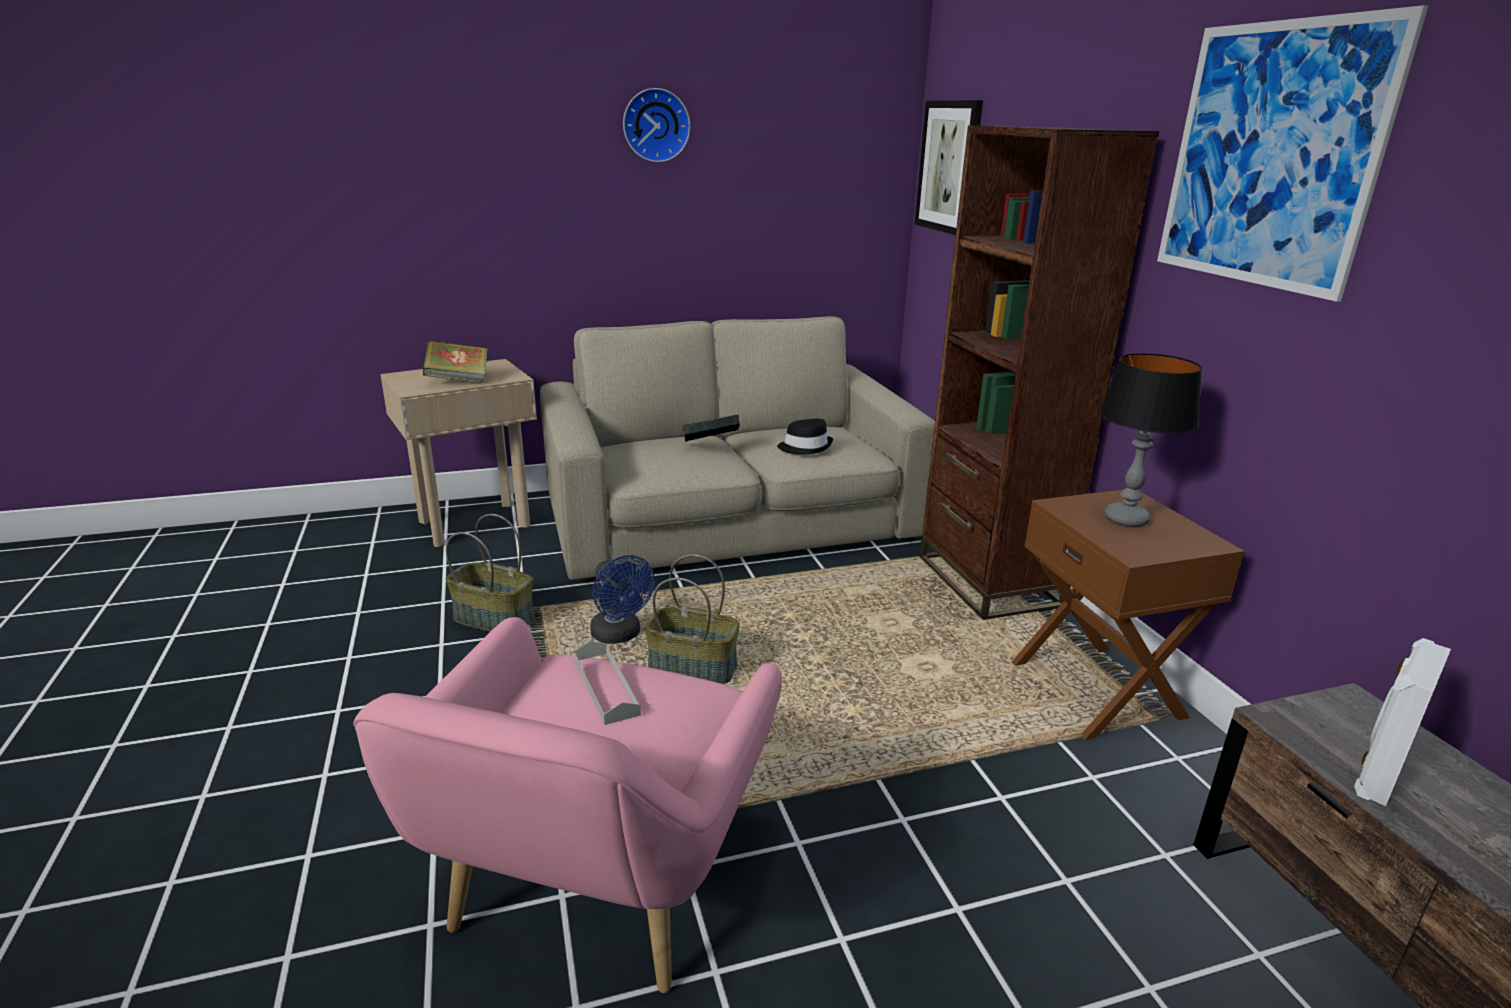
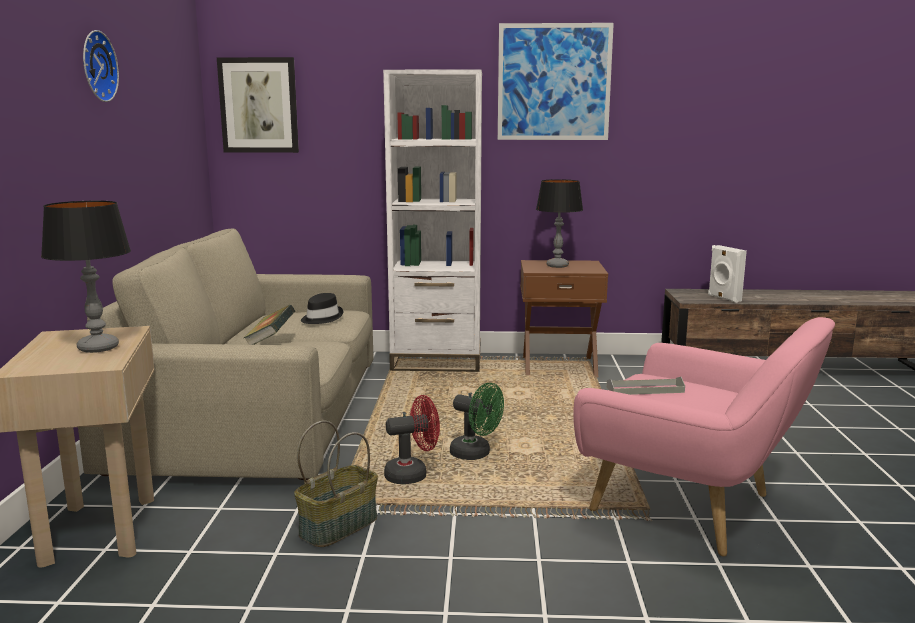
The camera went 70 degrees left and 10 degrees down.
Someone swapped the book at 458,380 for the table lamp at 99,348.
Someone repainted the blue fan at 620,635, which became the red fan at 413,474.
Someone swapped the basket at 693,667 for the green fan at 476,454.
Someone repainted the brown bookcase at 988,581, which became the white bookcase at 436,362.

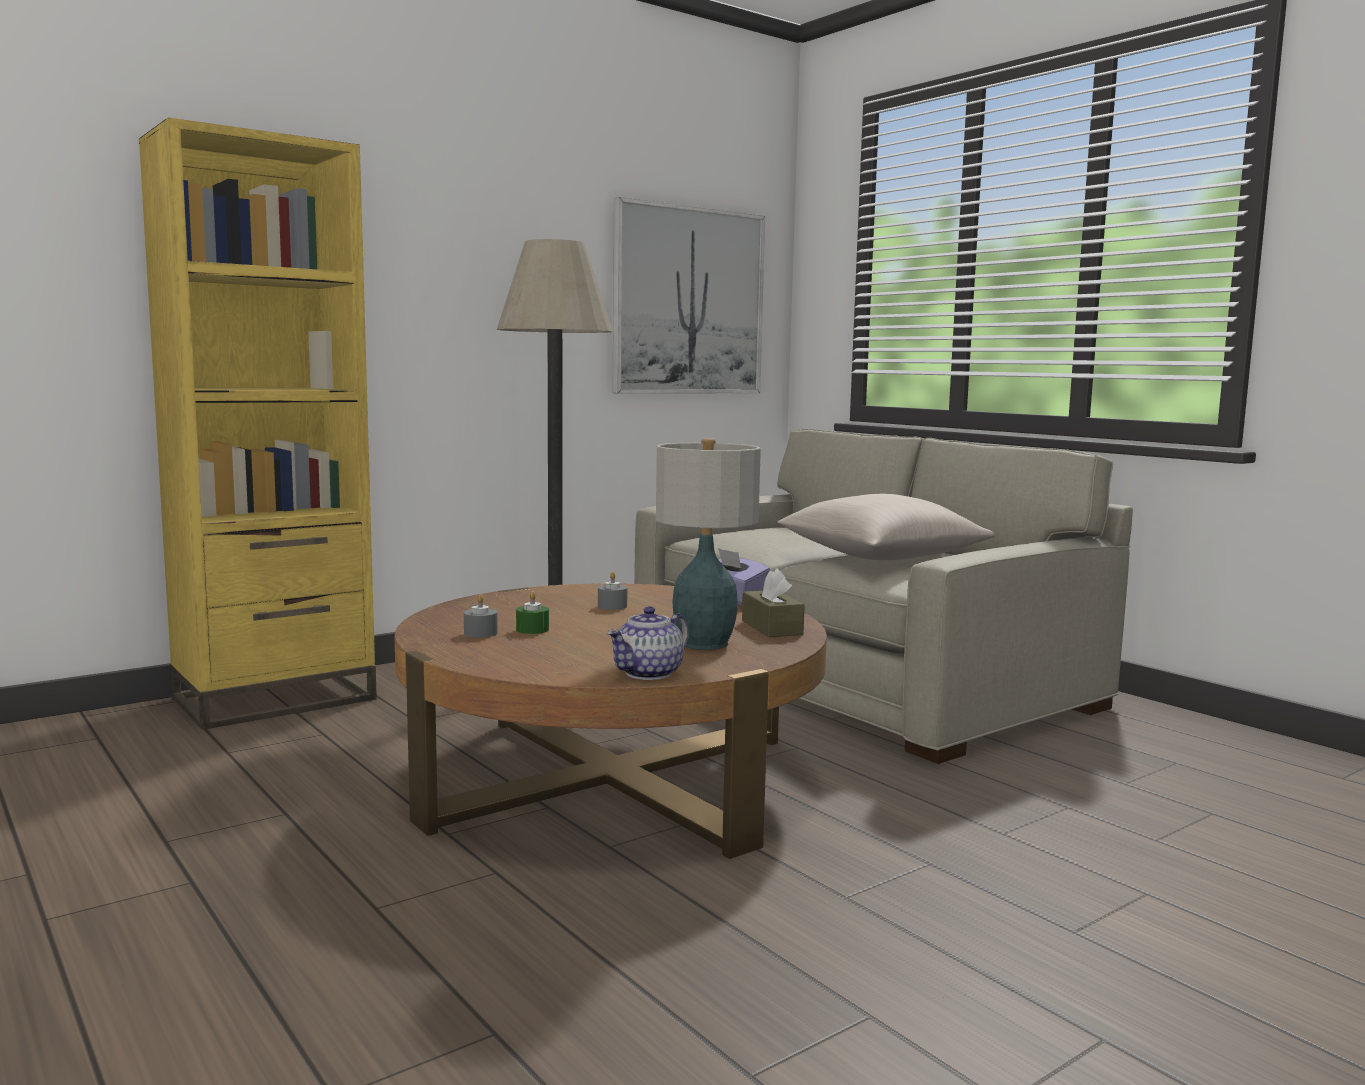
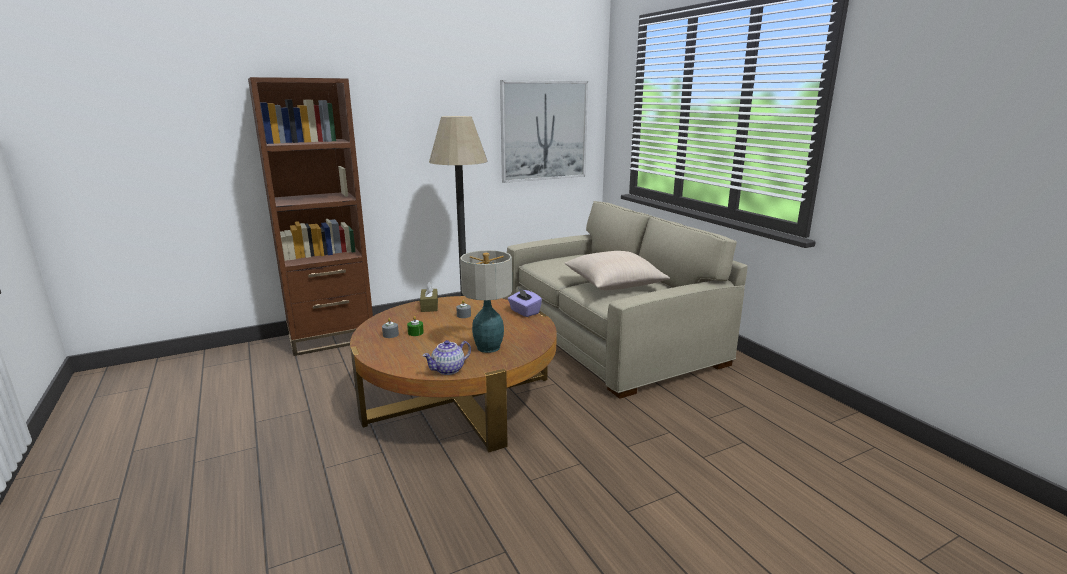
The camera went 10 degrees right and 10 degrees up.
Someone repainted the yellow bookcase at 275,698, which became the brown bookcase at 331,338.
Someone carried the brown tissue box from 771,627 to 429,306.

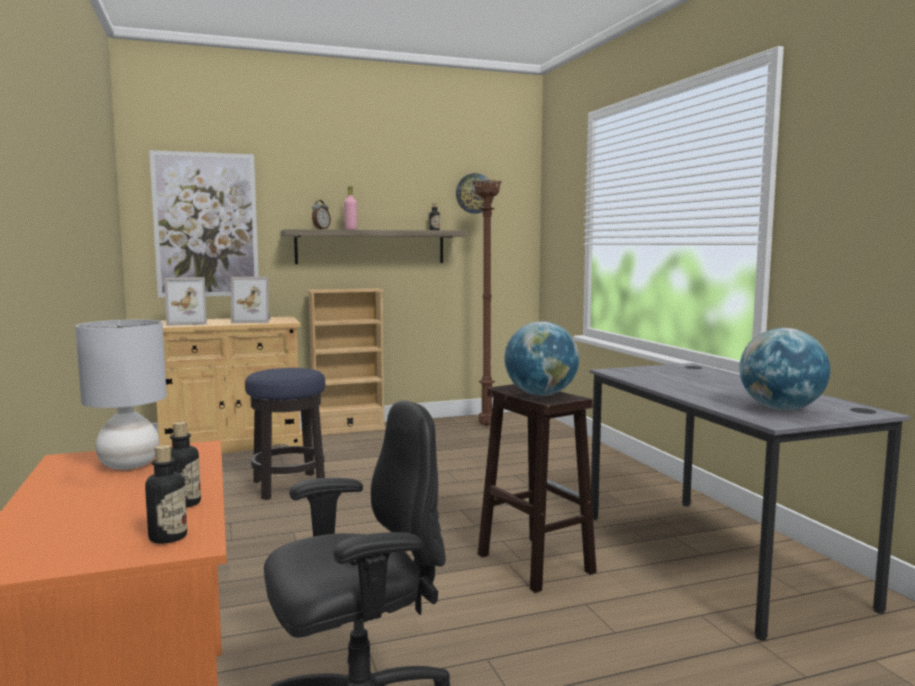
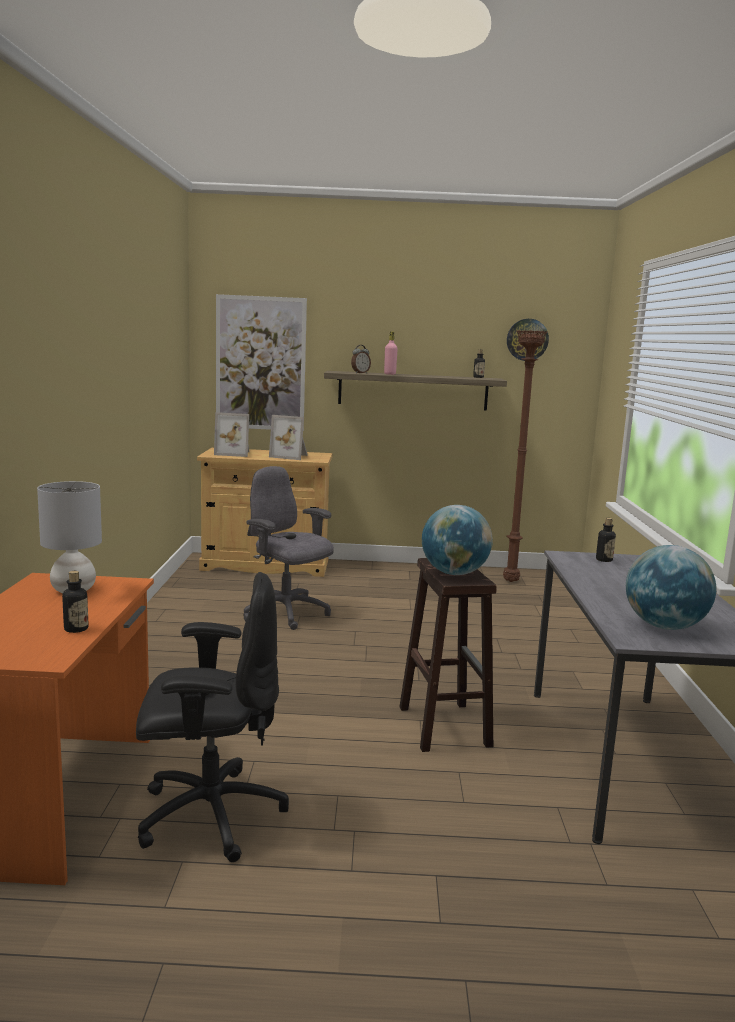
The camera went 20 degrees right and 5 degrees up.
Someone carried the bottle from 168,537 to 604,560.
Someone swapped the stool at 289,486 for the grey office chair at 286,614.
Someone took away the beige bookcase at 348,429.

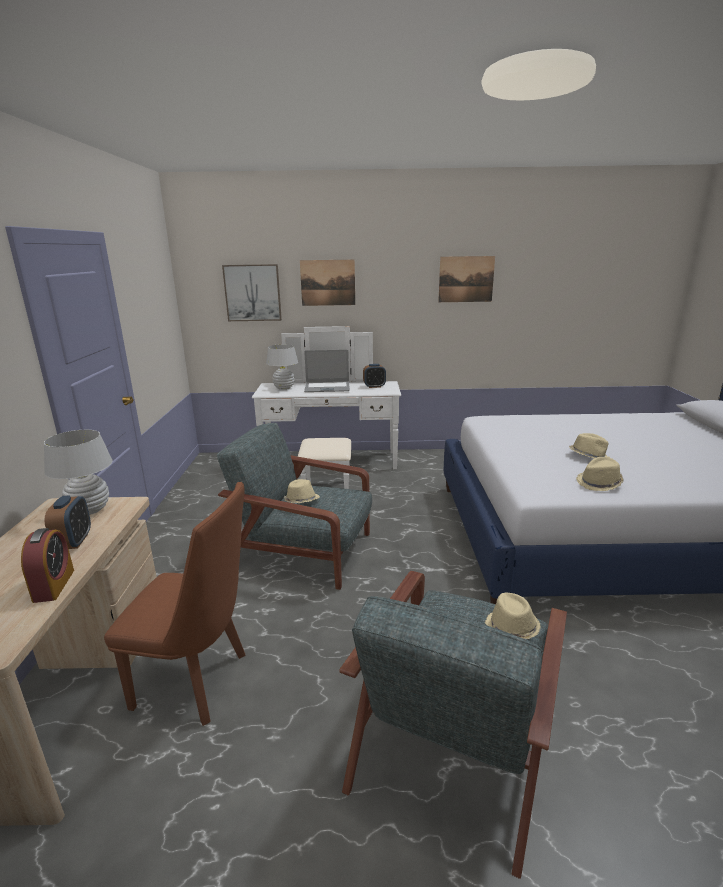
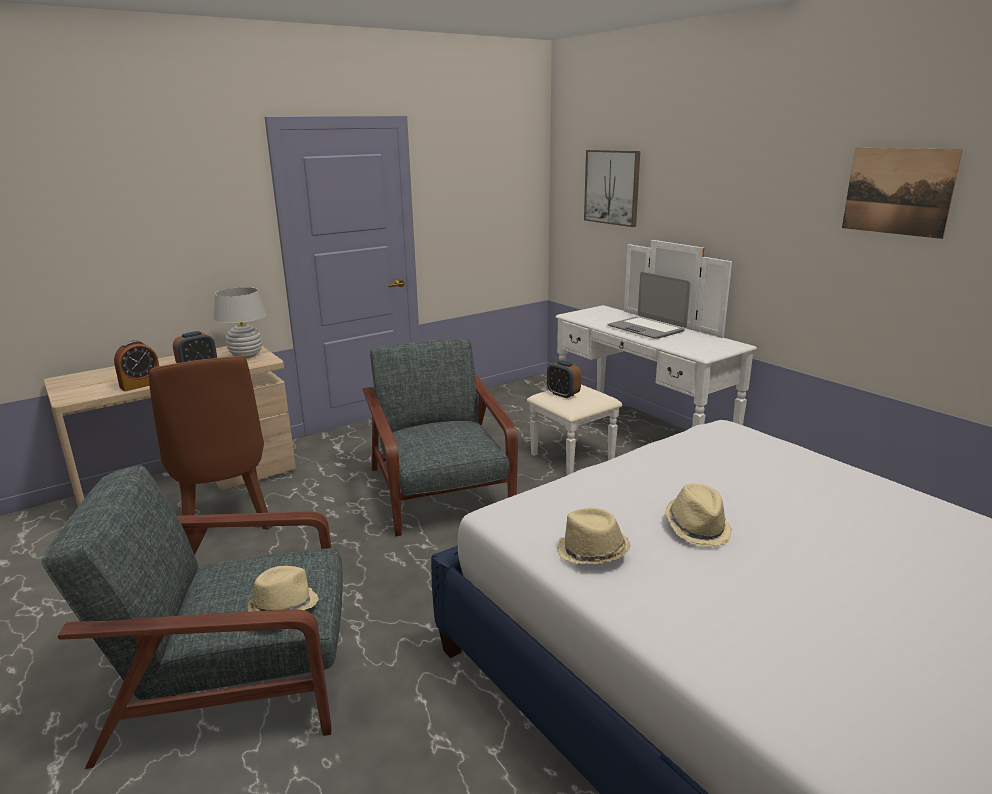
The camera went 55 degrees right and 0 degrees up.
Someone took away the white table lamp at 284,388.
Someone took away the beige hat at 301,501.
Someone took away the picture at 328,282.
Someone carried the alarm clock from 374,386 to 563,394.

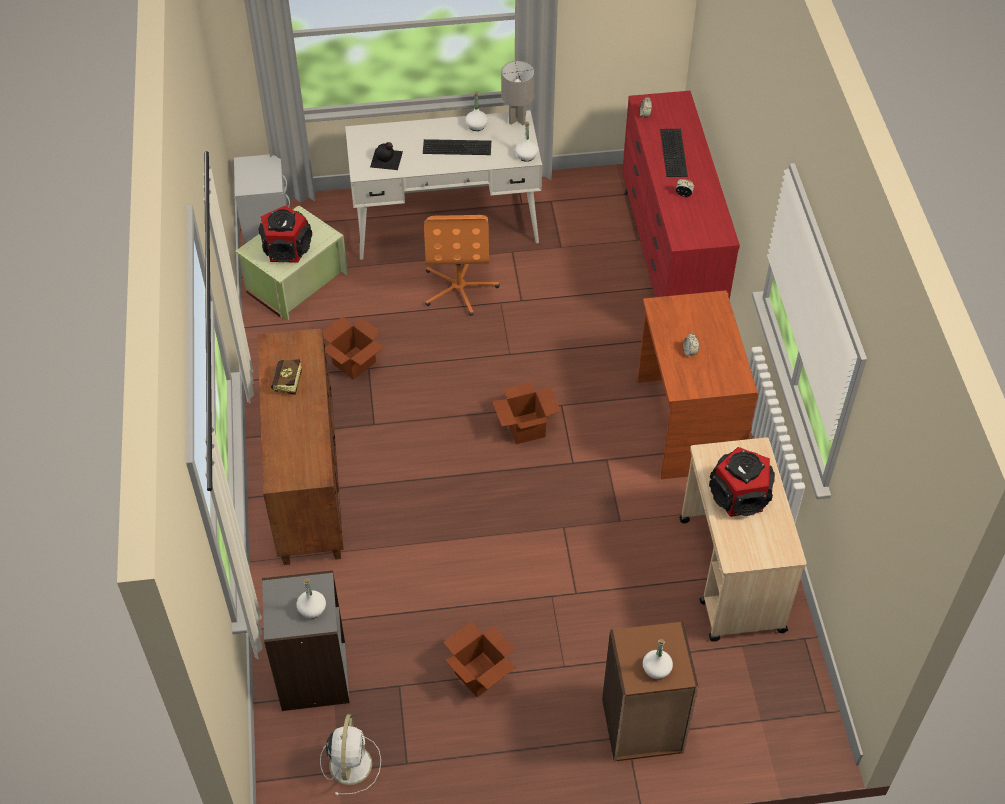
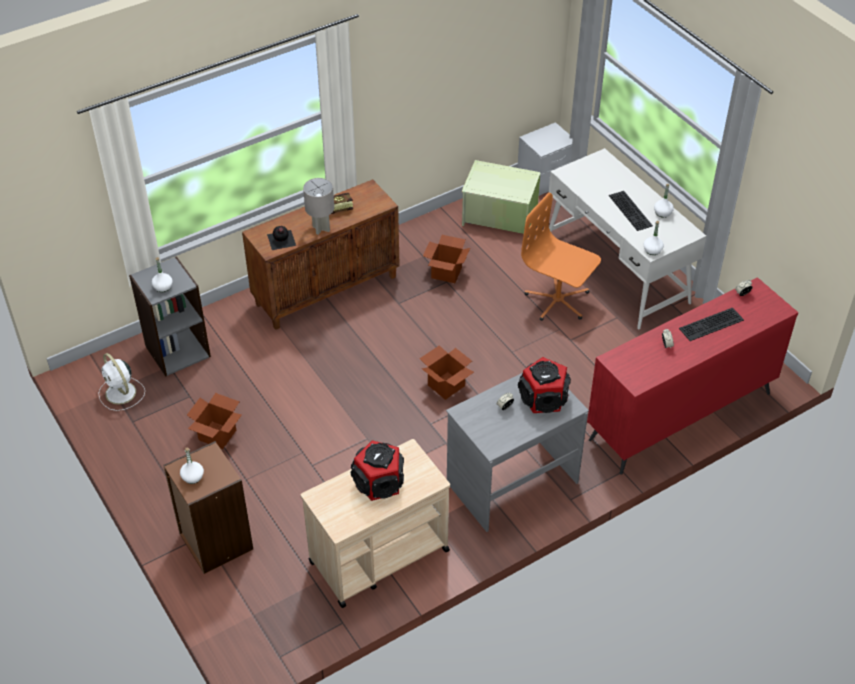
The camera went 65 degrees right and 5 degrees down.
Someone carried the speaker from 287,248 to 544,399.
Someone rotated the white fan at 350,762 by 75 degrees clockwise.
Someone carried the black bottle from 387,159 to 281,240.
Someone rotated the orange office chair at 459,287 by 60 degrees clockwise.
Someone carried the grey table lamp from 517,119 to 321,228.
Someone repainted the brown desk at 686,424, which became the grey desk at 511,481.

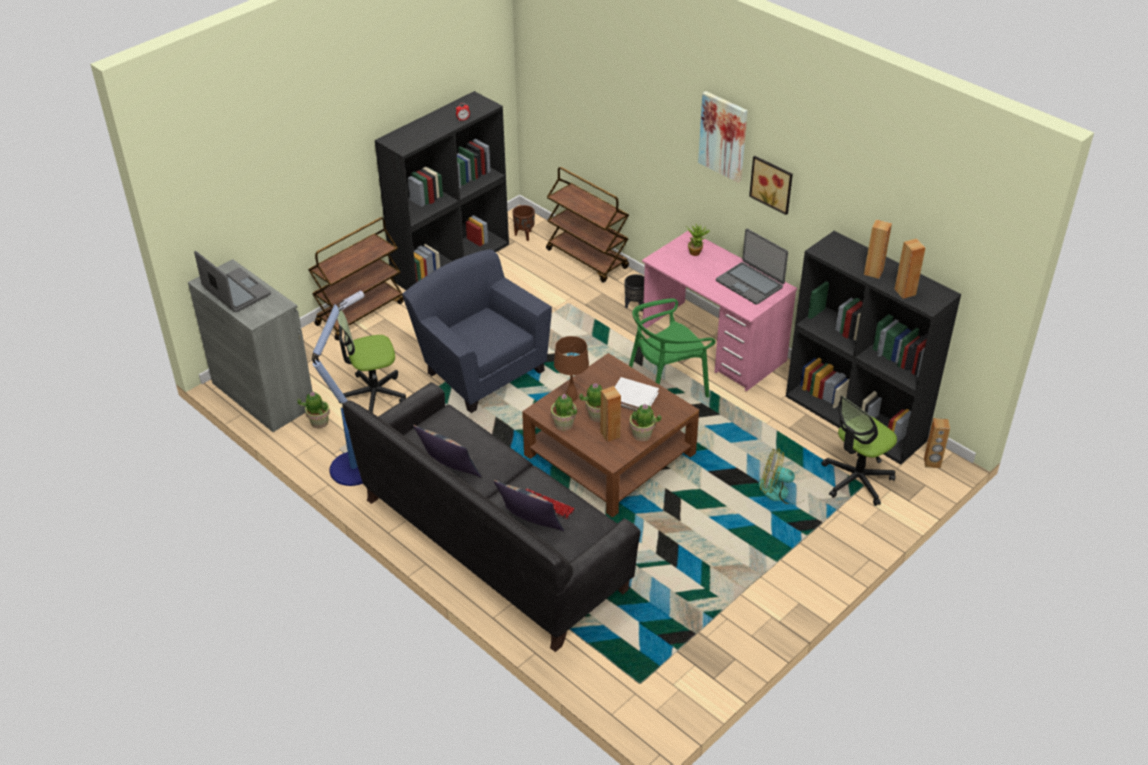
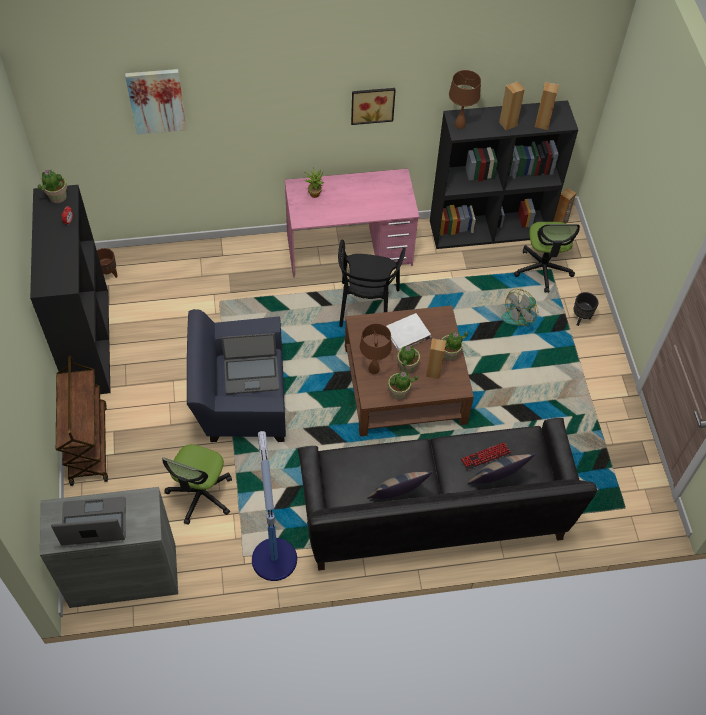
The camera went 55 degrees left and 15 degrees up.
Someone carried the potted plant from 319,422 to 57,196.
Someone took away the brown cart at 587,259.
Someone carried the black planter from 635,306 to 581,318.
Someone repainted the green chair at 666,387, which became the black chair at 366,306.
Someone carried the picture from 723,136 to 156,101.
Someone carried the laptop from 750,283 to 251,374.
Someone put down the brown table lamp at 459,125.

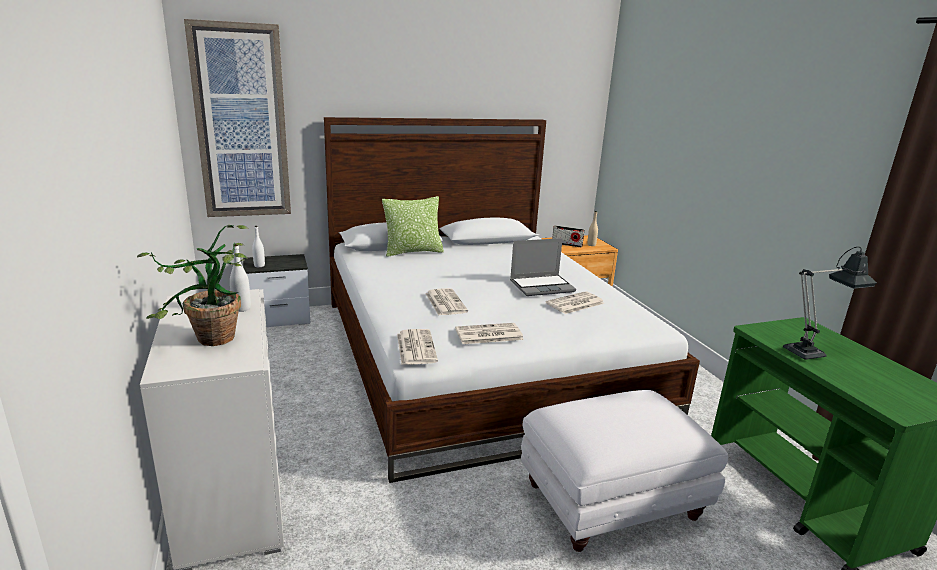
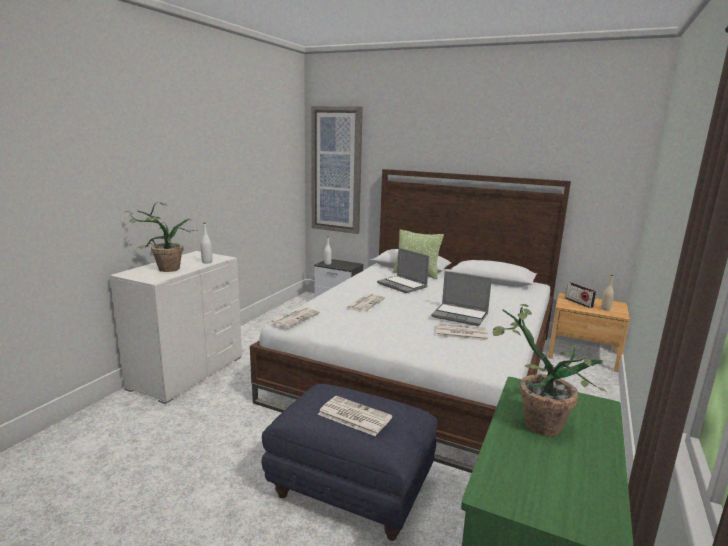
The camera went 45 degrees right and 5 degrees down.
Someone carried the newspaper from 488,334 to 353,416.
Someone repainted the white ottoman at 610,503, which became the blue ottoman at 349,489.
Someone swapped the table lamp at 810,352 for the potted plant at 534,420.
Someone put down the laptop at 403,285.

